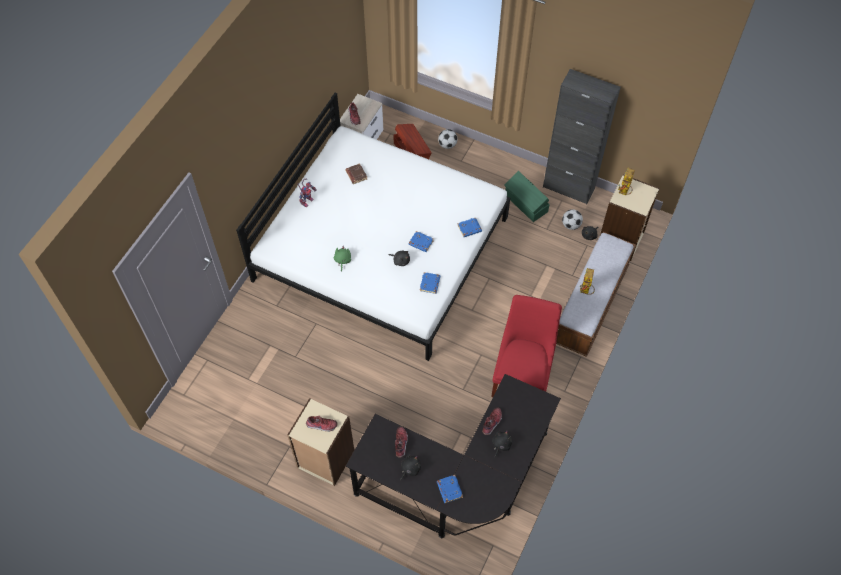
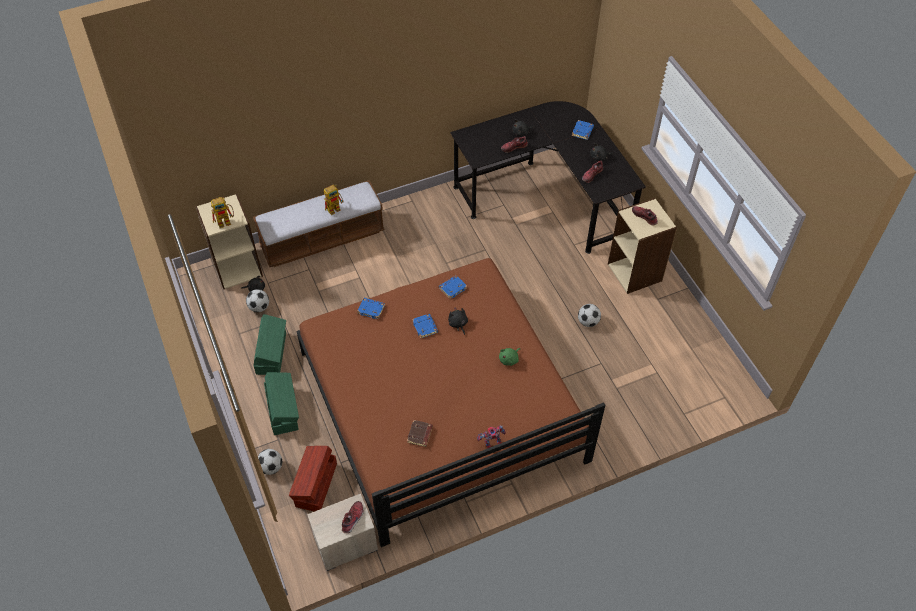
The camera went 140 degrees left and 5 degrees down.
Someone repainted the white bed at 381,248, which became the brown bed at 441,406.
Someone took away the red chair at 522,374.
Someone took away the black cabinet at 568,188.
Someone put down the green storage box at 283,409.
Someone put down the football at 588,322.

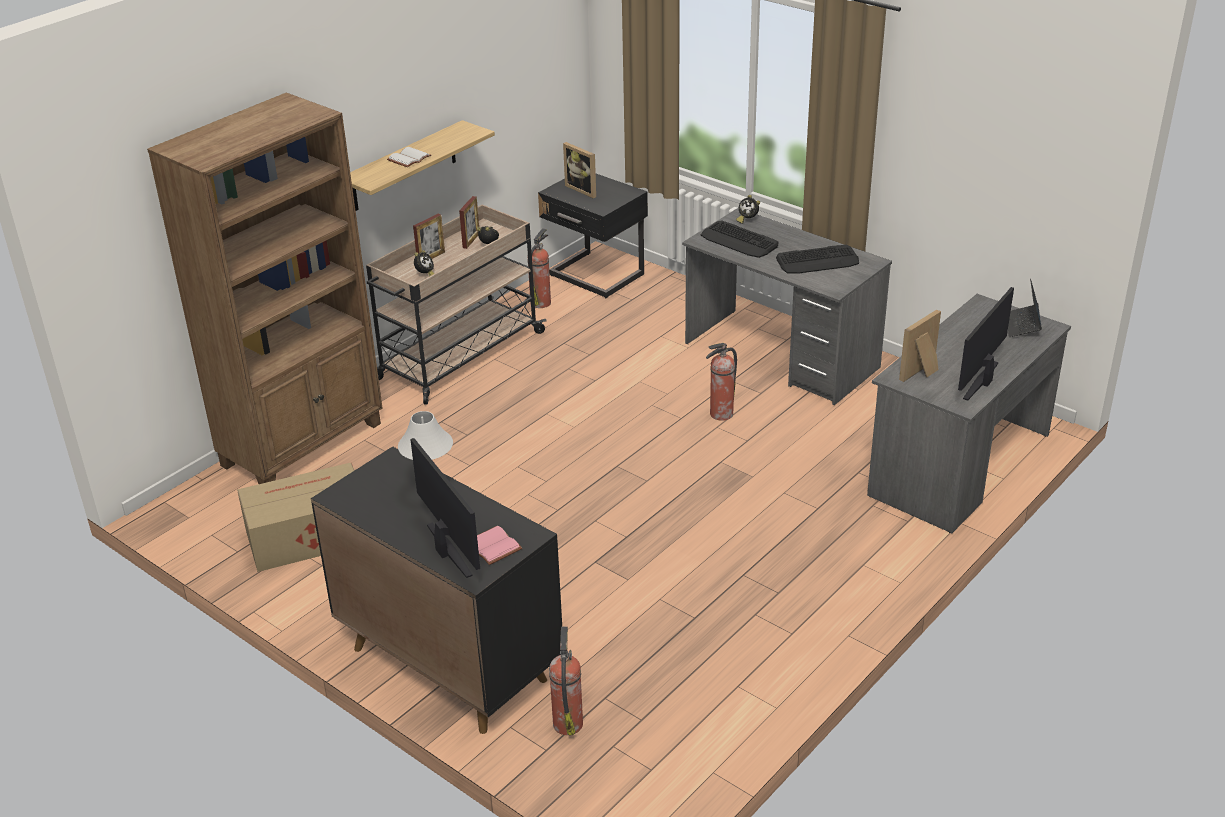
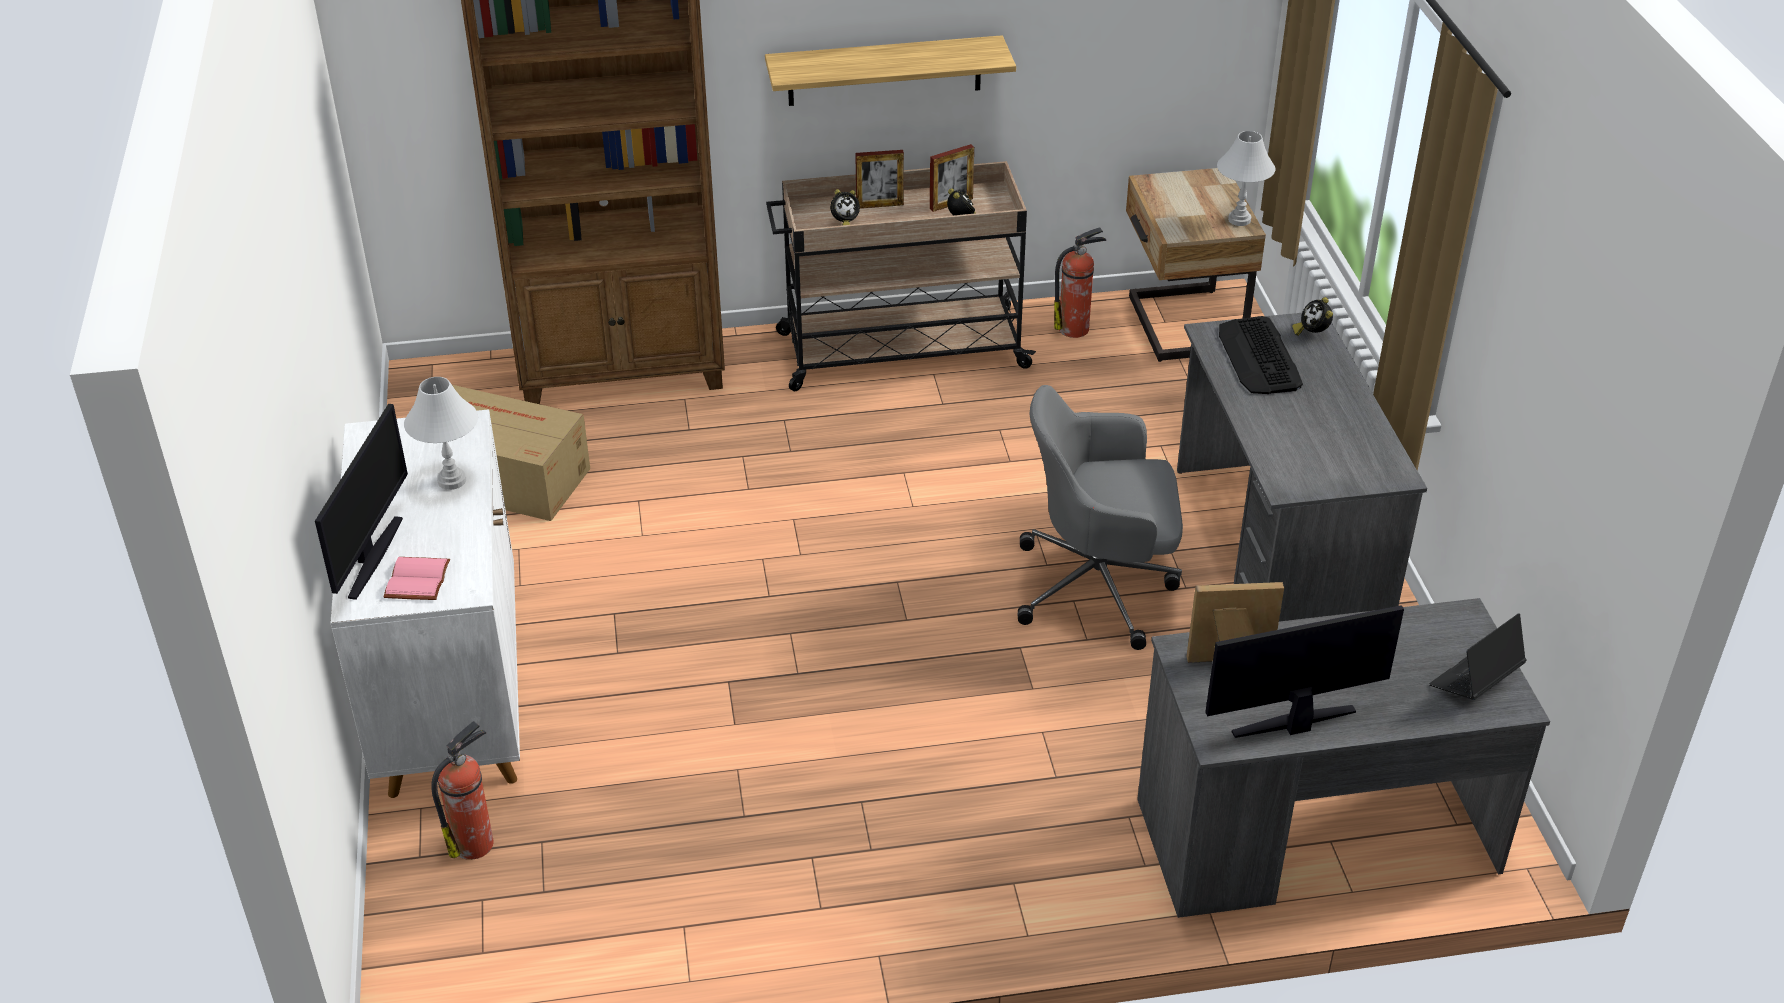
The camera went 40 degrees right and 5 degrees up.
Someone repainted the black cabinet at 448,663, which became the white cabinet at 453,699.
Someone took away the white book at 409,159.
Someone repainted the black nightstand at 595,277, which became the beige nightstand at 1182,326.
Someone took away the picture frame at 584,189.
Someone swapped the fire extinguisher at 720,414 for the grey office chair at 1099,587.
Someone took away the keyboard at 818,261.
Someone put down the white table lamp at 1239,220.

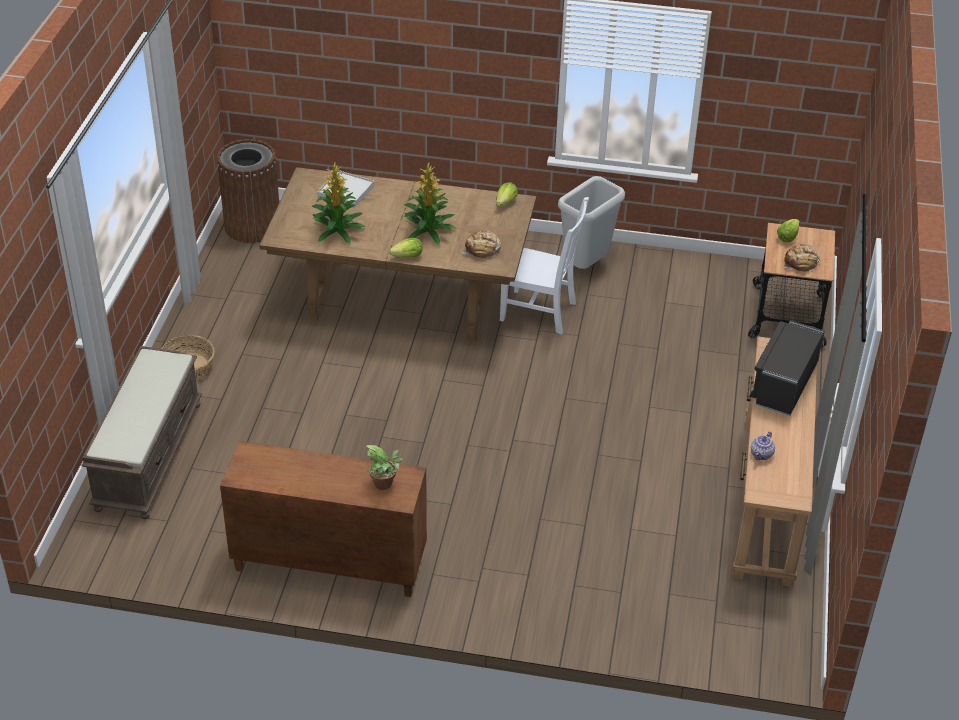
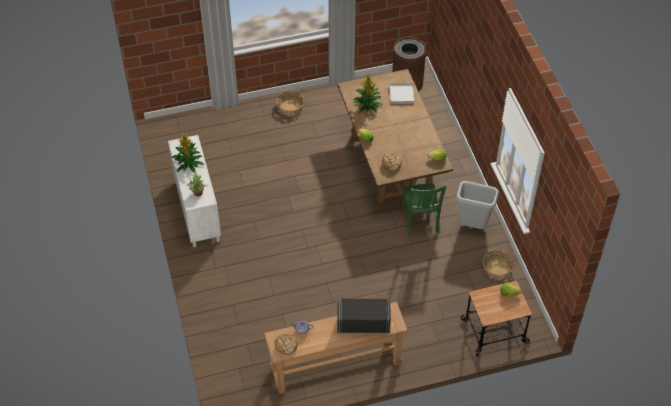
The camera went 65 degrees right and 10 degrees up.
Someone took away the brown bench at 148,455.
Someone repainted the brown cabinet at 328,564, which became the white cabinet at 197,210.
Someone carried the potted plant from 428,231 to 188,164.
Someone repainted the white chair at 540,312, which became the green chair at 420,221.
Someone carried the bread from 801,263 to 286,346.
Someone put down the basket at 497,269.

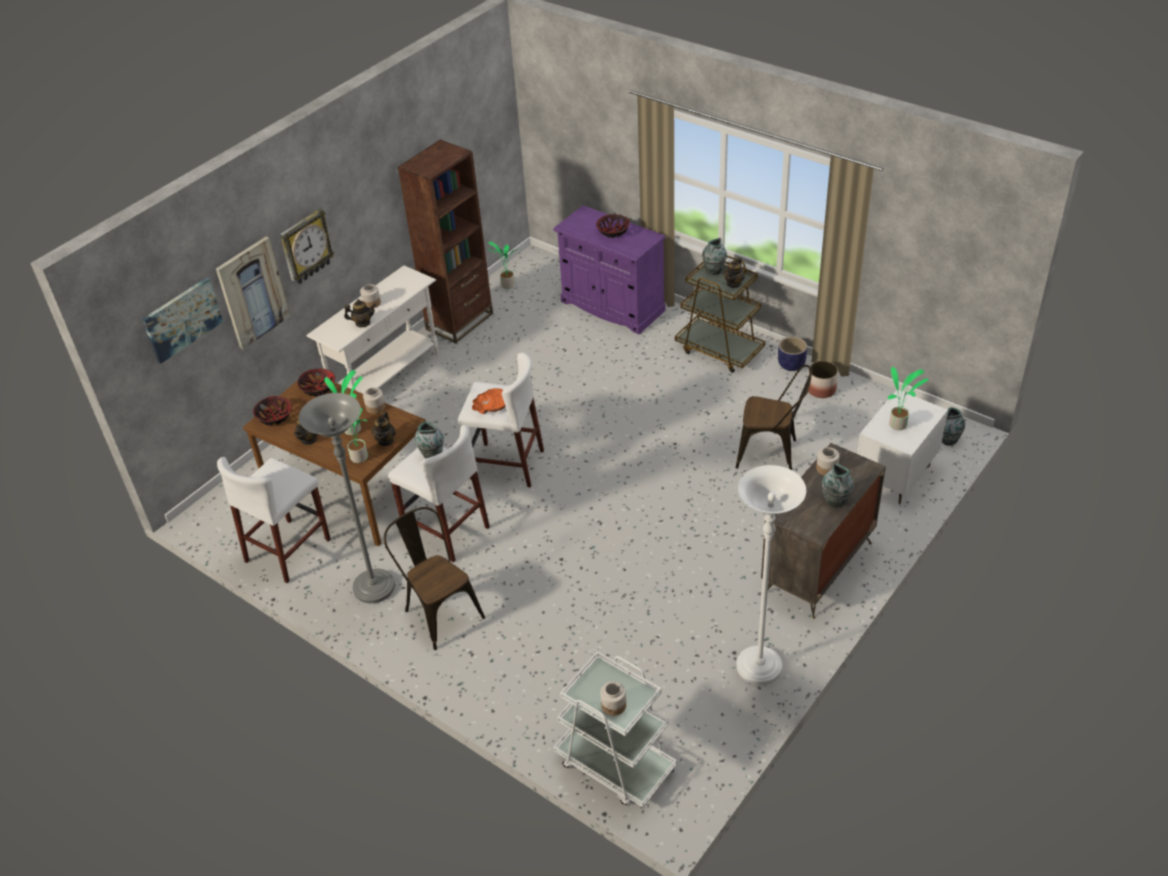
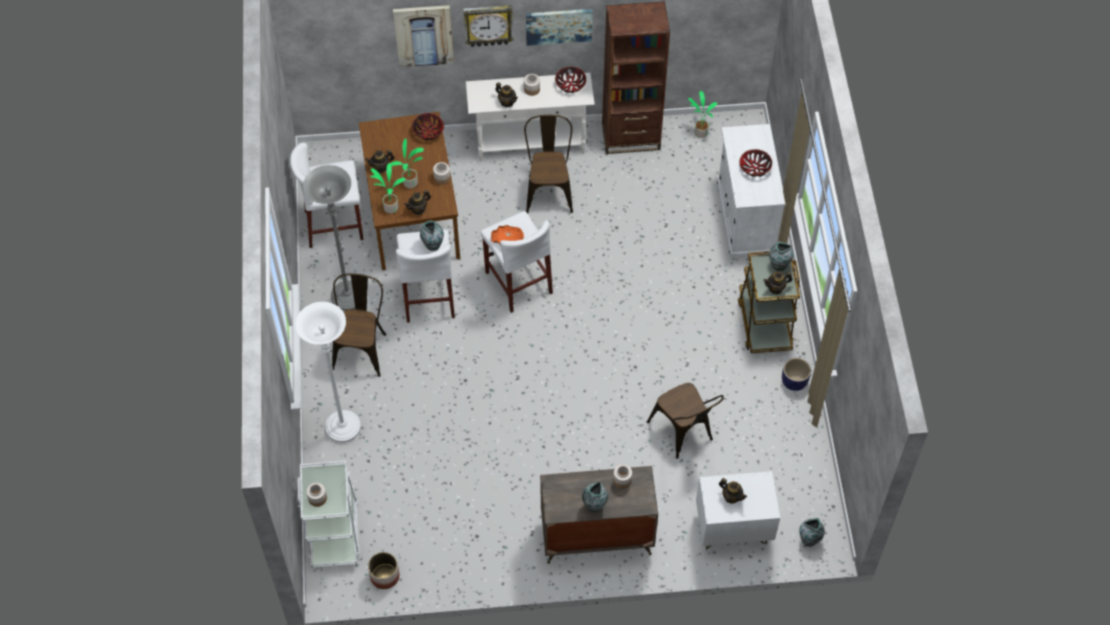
The camera went 45 degrees right and 15 degrees up.
Someone carried the picture from 182,319 to 559,25.
Someone carried the bowl from 275,417 to 570,85.
Someone repainted the purple cabinet at 612,306, which became the white cabinet at 745,217.
Someone carried the white floor lamp from 759,667 to 343,427.
Someone carried the planter from 821,390 to 384,576.
Someone swapped the potted plant at 899,425 for the teapot at 731,497.
Someone put down the brown chair at 549,190.

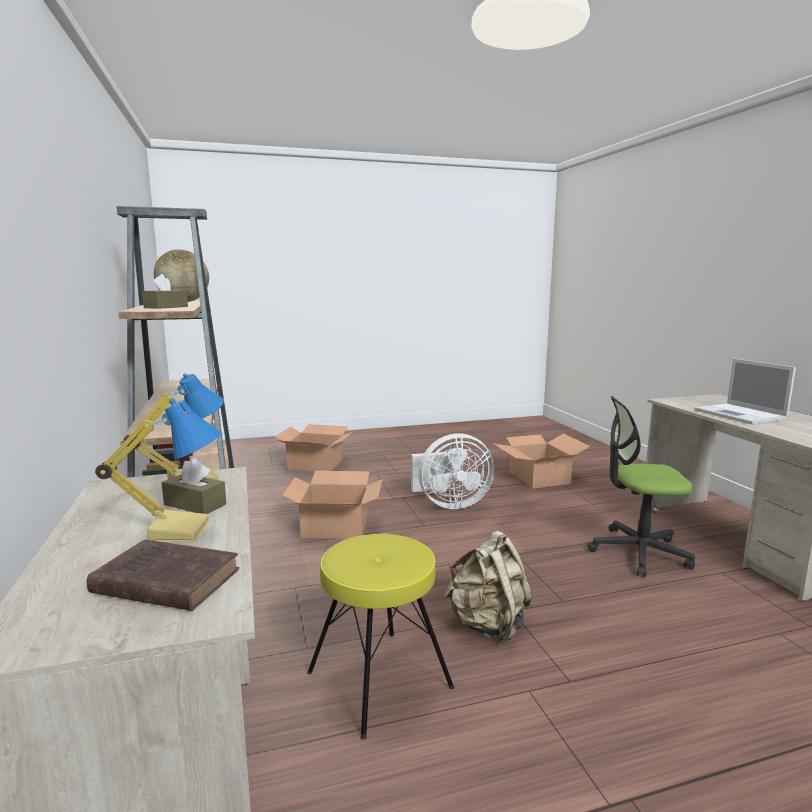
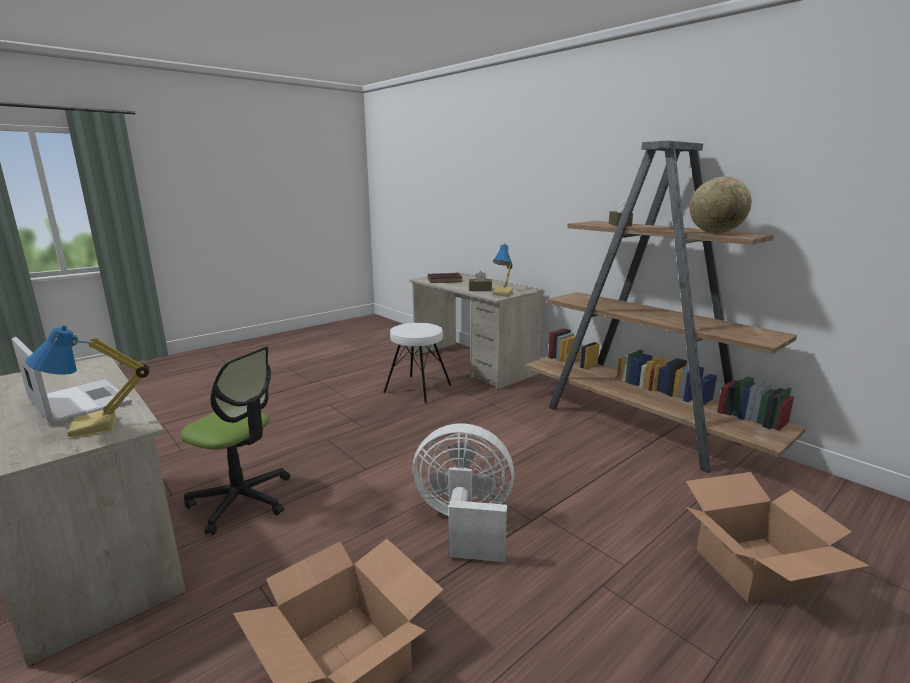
The camera went 155 degrees right and 5 degrees up.
Someone carried the table lamp from 179,530 to 93,427.
Someone took away the cardboard box at 335,526.
Someone repainted the yellow stool at 380,679, which became the white stool at 417,389.
Someone rotated the white fan at 450,504 by 45 degrees clockwise.
Someone took away the beige backpack at 488,625.
Someone rotated the office chair at 638,552 by 45 degrees clockwise.

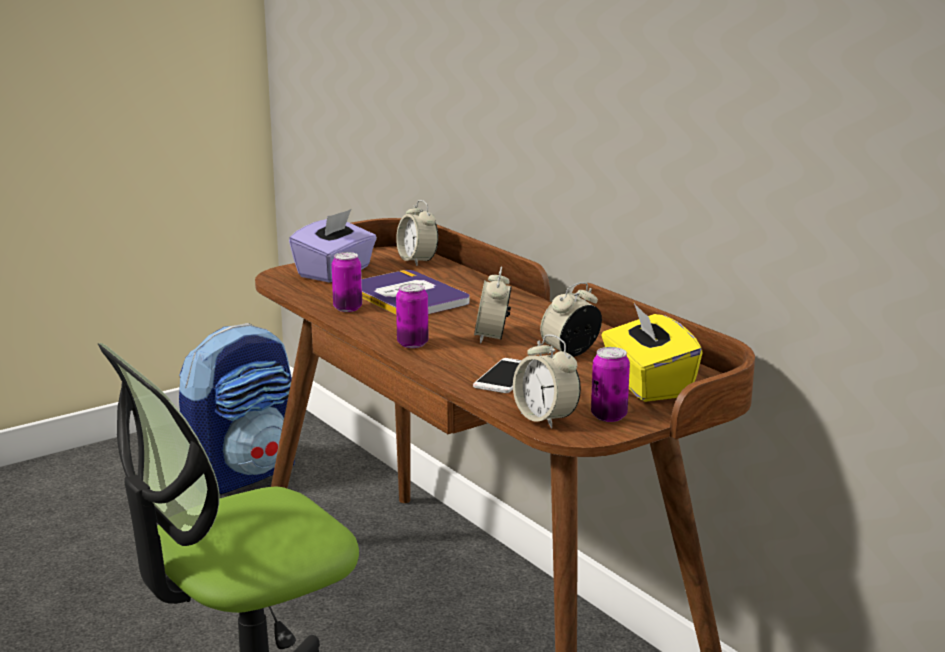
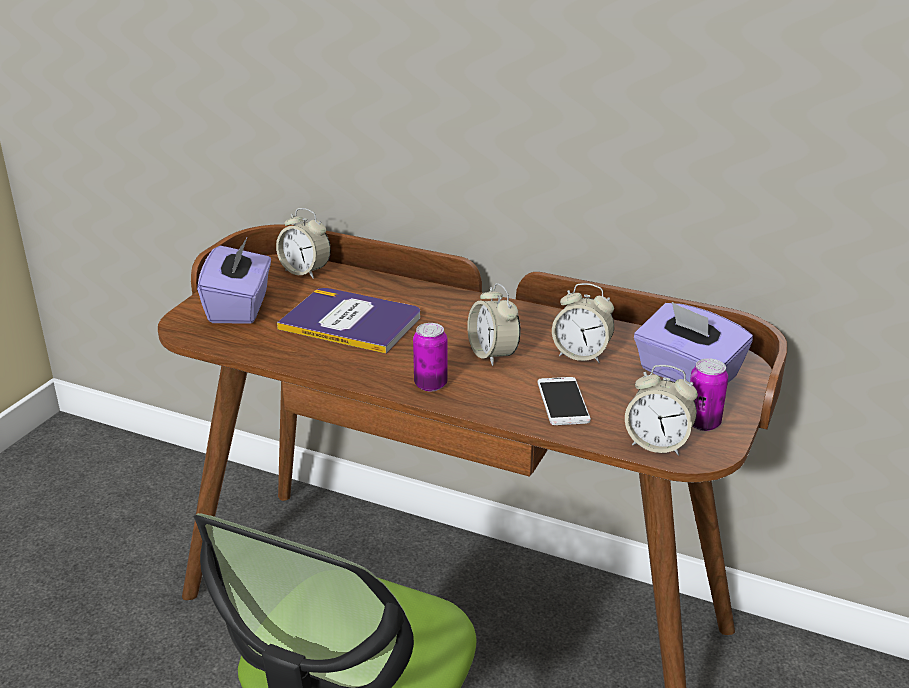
The camera went 30 degrees left and 10 degrees up.
Someone took away the backpack at 244,473.
Someone took away the can at 347,308.
Someone rotated the alarm clock at 570,353 by 90 degrees counterclockwise.
Someone repainted the yellow tissue box at 647,385, which became the purple tissue box at 687,375.

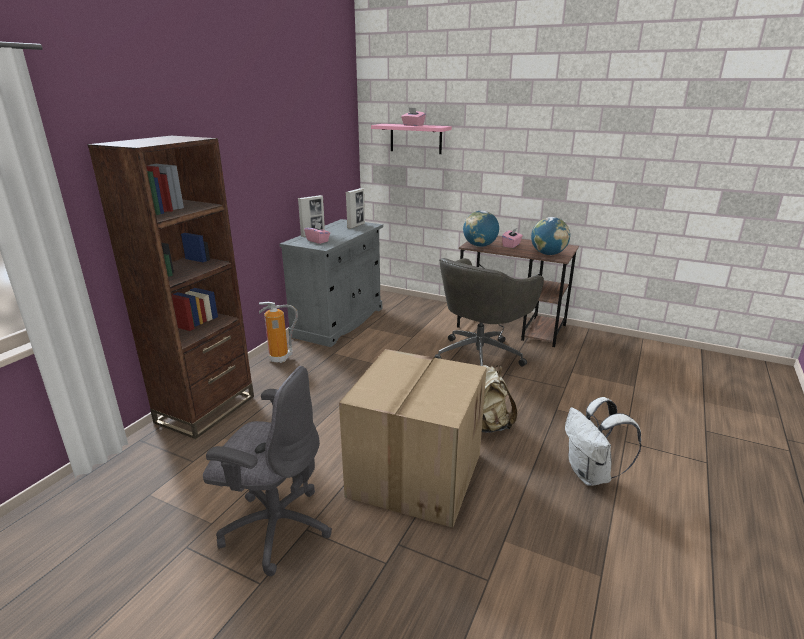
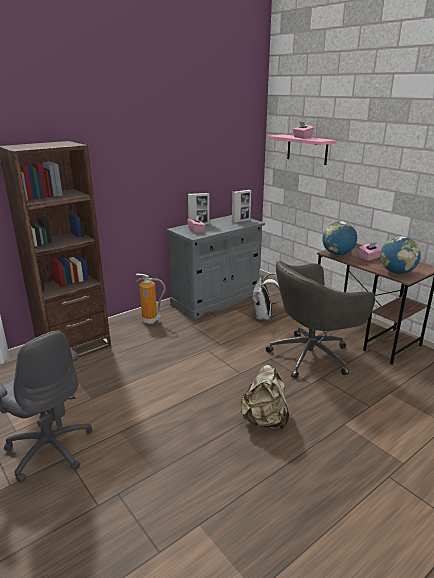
The camera went 25 degrees right and 0 degrees up.
Someone took away the cardboard box at 414,473.
Someone carried the white backpack from 591,475 to 265,317.

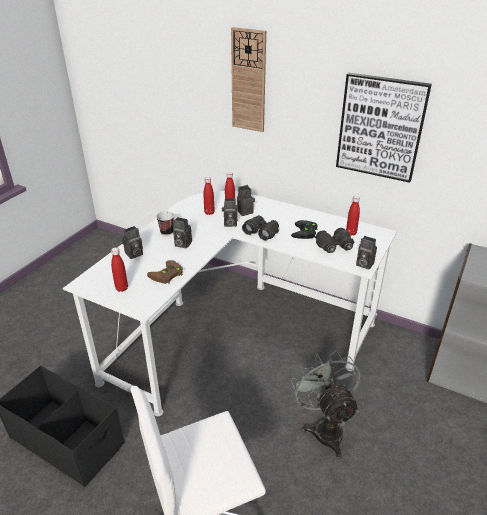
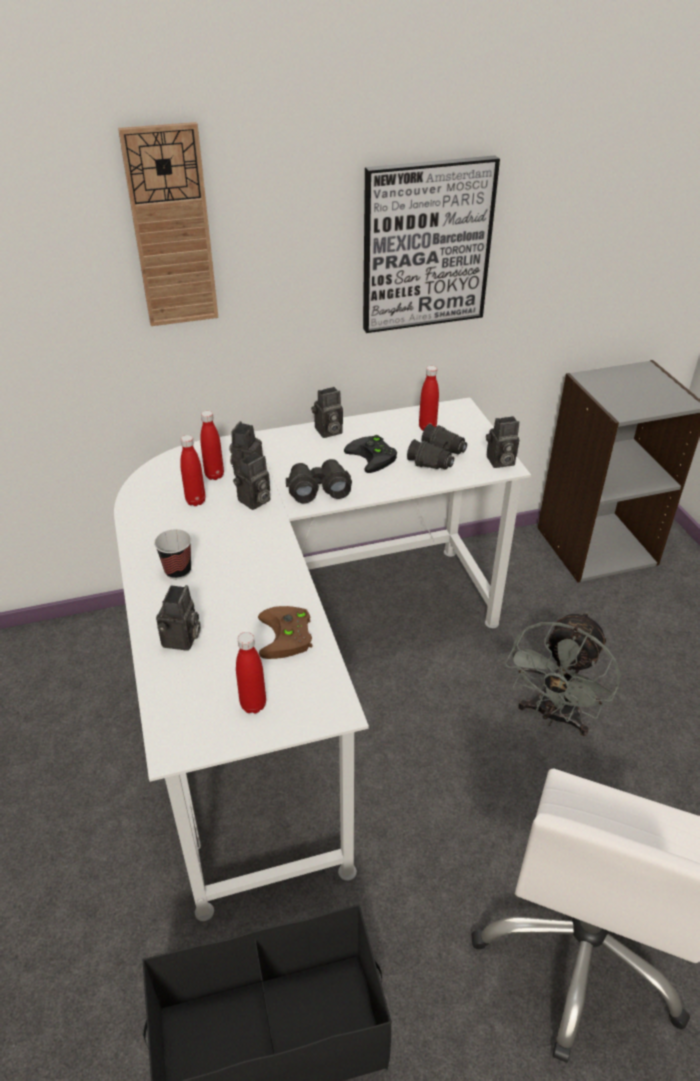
The camera went 45 degrees left and 5 degrees up.
Someone carried the photo camera from 182,244 to 328,432.
Someone rotated the grey fan at 325,428 by 90 degrees counterclockwise.

